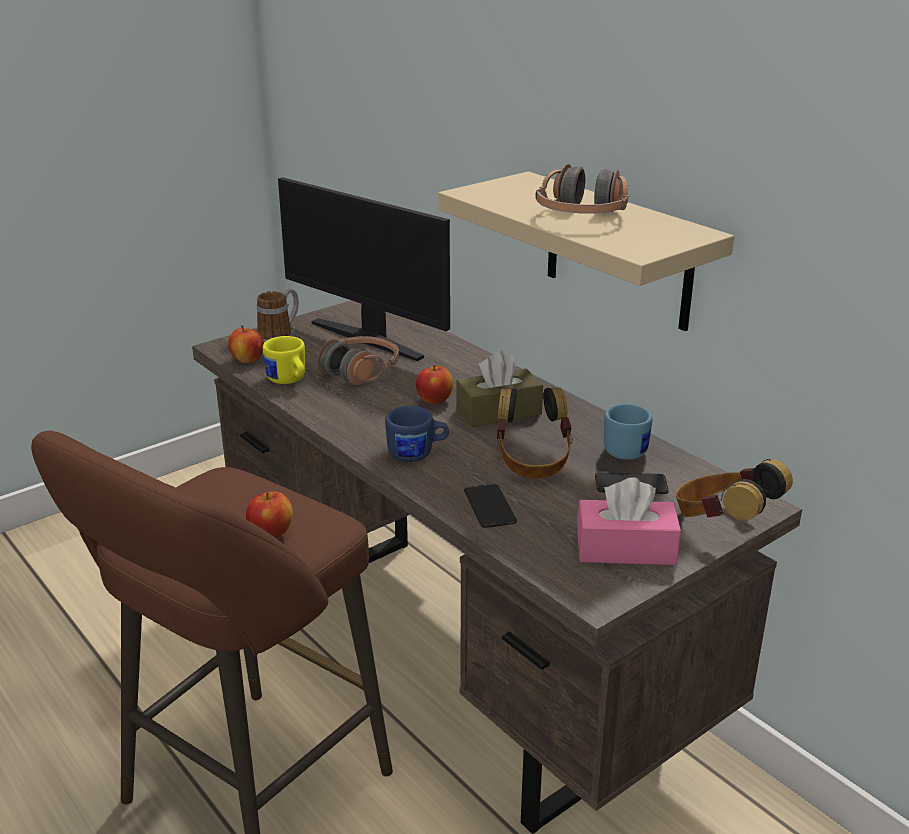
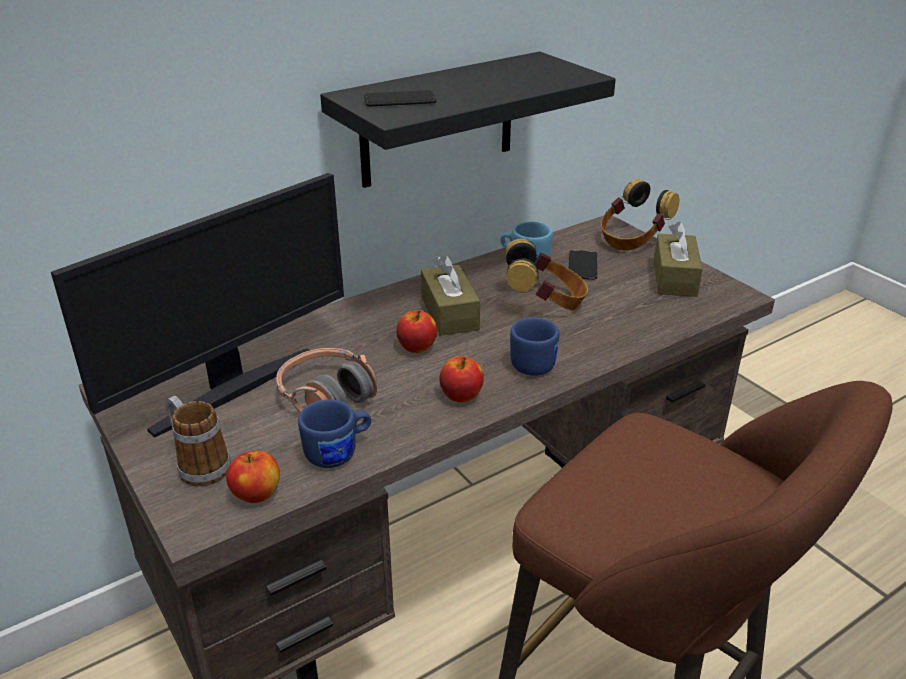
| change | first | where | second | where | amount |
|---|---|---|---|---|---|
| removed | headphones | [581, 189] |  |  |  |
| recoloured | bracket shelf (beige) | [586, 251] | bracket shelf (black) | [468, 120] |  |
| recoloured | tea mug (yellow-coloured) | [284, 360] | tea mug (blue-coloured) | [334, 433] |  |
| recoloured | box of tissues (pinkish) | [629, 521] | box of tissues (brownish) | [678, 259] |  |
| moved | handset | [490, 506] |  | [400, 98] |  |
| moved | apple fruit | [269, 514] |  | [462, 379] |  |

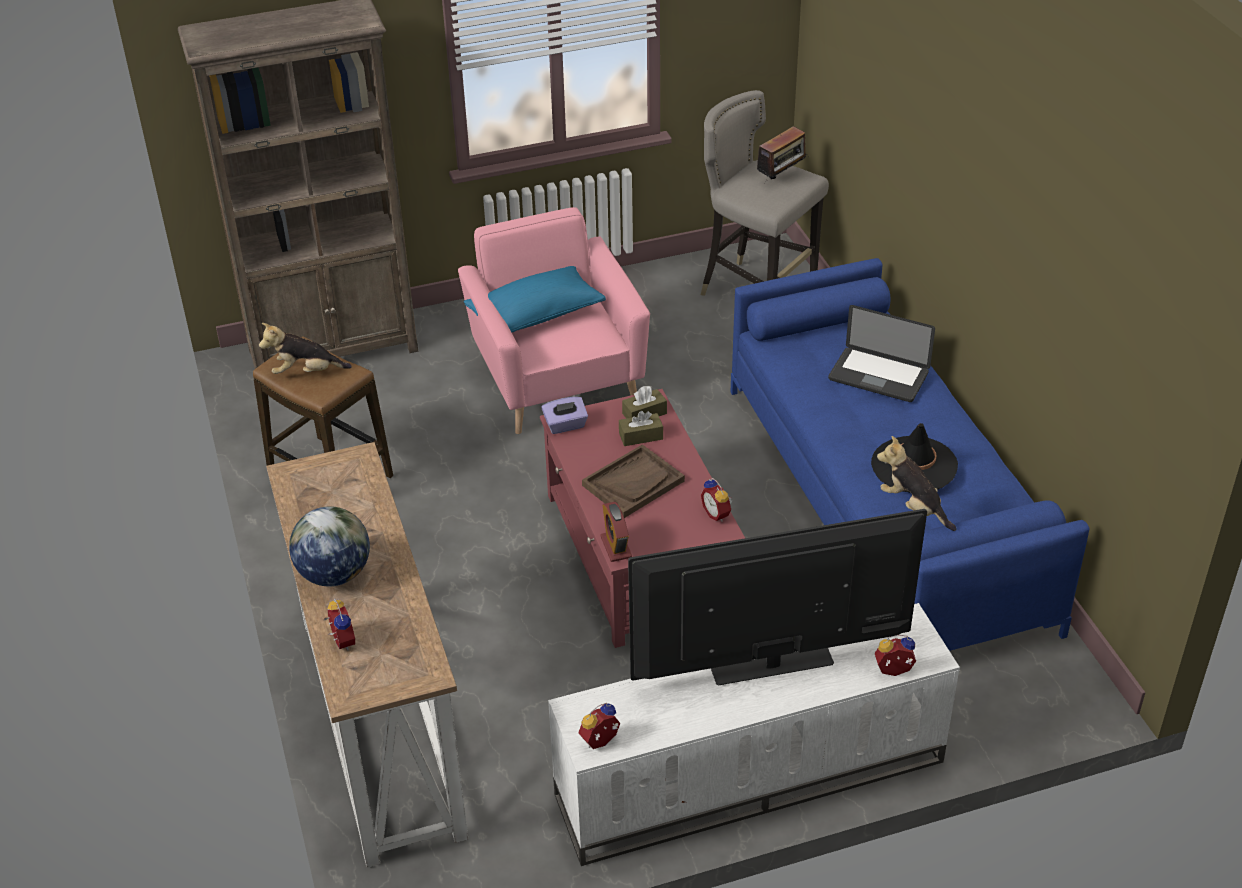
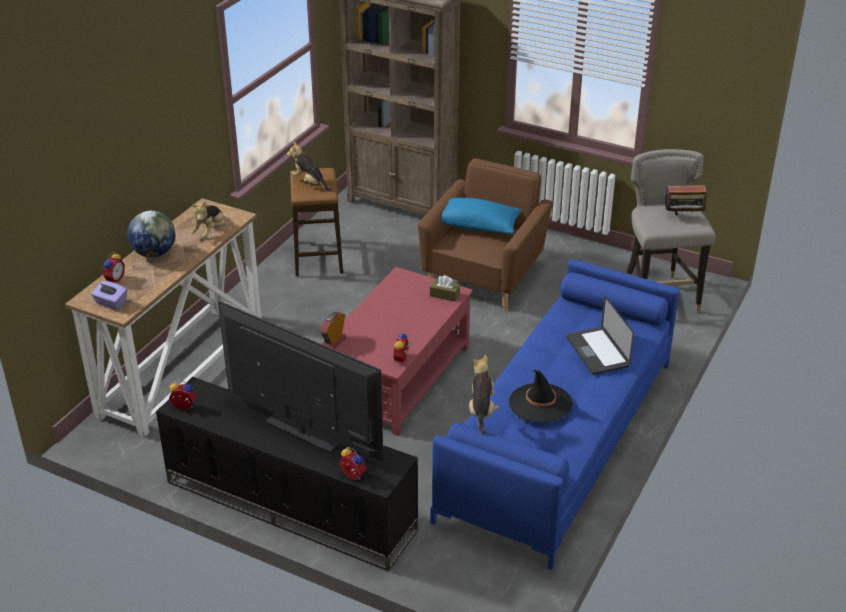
| change | first | where | second | where | amount |
|---|---|---|---|---|---|
| recoloured | armchair (pinkish) | [554, 320] | armchair (brownish) | [485, 235] |  |
| moved | box of tissues (purplish) | [564, 415] |  | [109, 295] |  |
| removed | box of tissues (brownish) | [641, 428] |  |  |  |
| removed | tray (brownish) | [633, 481] |  |  |  |
| recoloured | tv unit (white) | [754, 734] | tv unit (black) | [287, 474] |  |
| added |  |  | soft toy | [207, 219] |  |

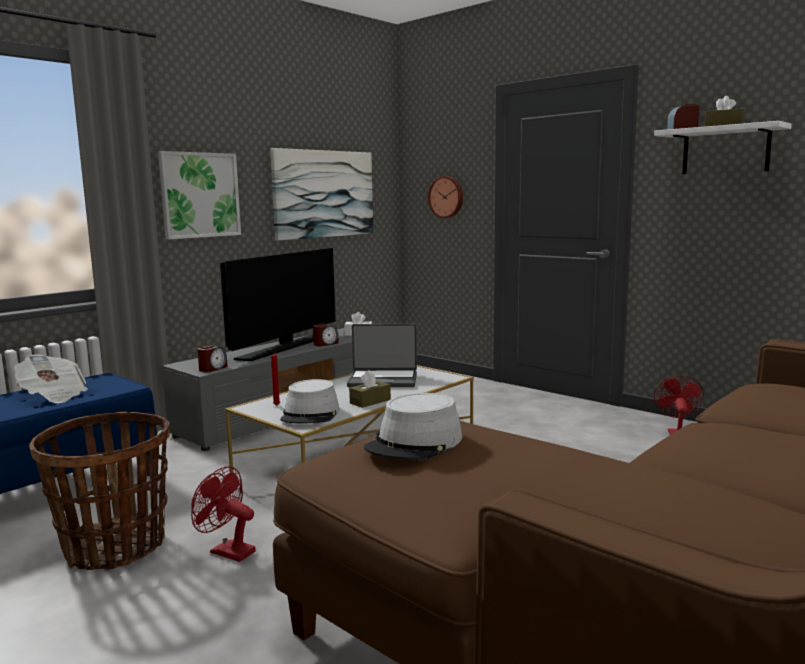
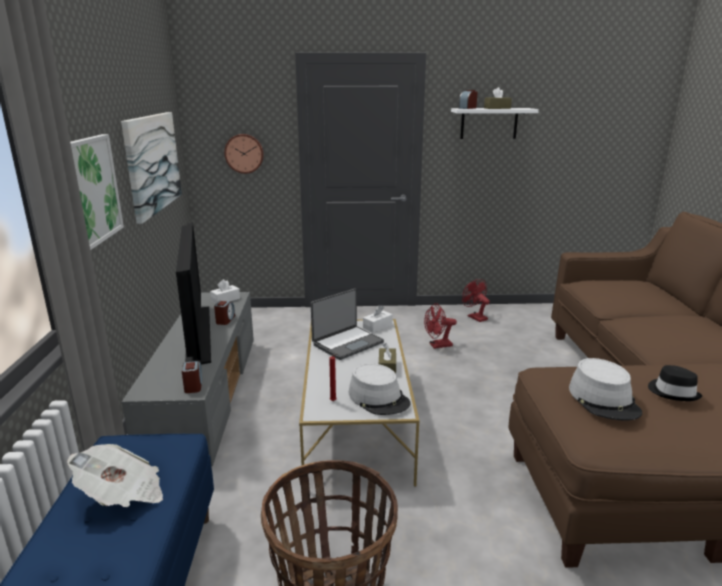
| change | first | where | second | where | amount |
|---|---|---|---|---|---|
| moved | electric fan (red) | [223, 514] |  | [440, 326] |  |
| added |  |  | box of tissues (white) | [378, 319] |  |
| added |  |  | clothing hat (black) | [675, 383] |  |

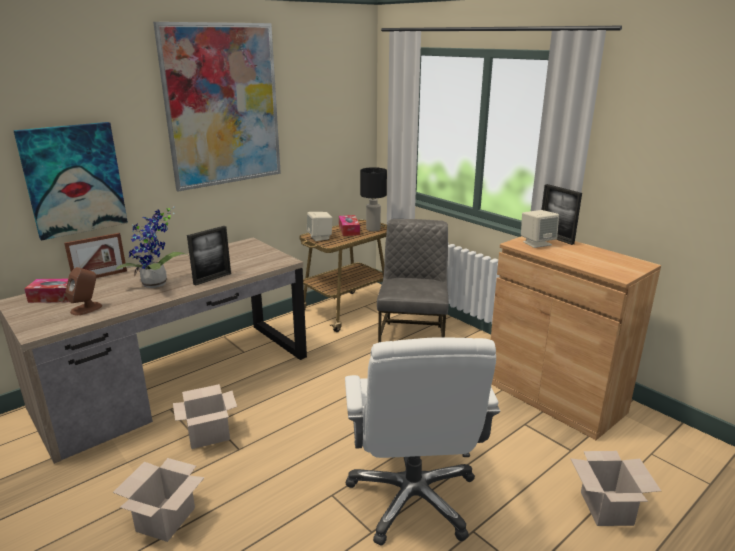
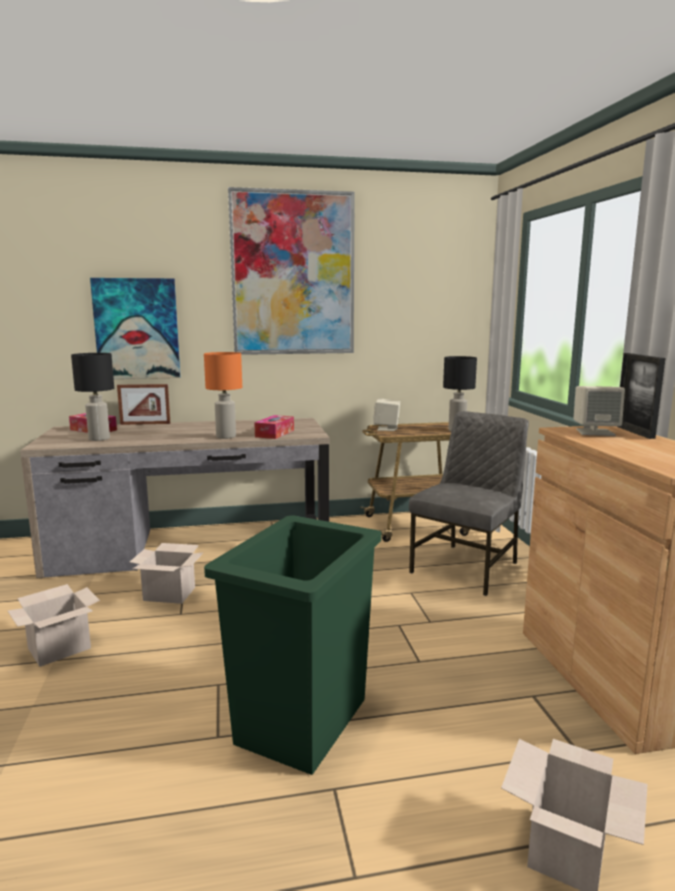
| change | first | where | second | where | amount |
|---|---|---|---|---|---|
| removed | plant in a pot | [151, 247] |  |  |  |
| moved | box of tissues | [349, 225] |  | [274, 427] |  |
| replaced | photo frame | [209, 256] | table lamp (orangey) | [223, 395] |  |
| replaced | audio speaker (brownish) | [83, 291] | table lamp (black) | [92, 397] |  |
| replaced | office chair (white) | [422, 441] | rubbish bin (green-coloured) | [292, 645] |  |

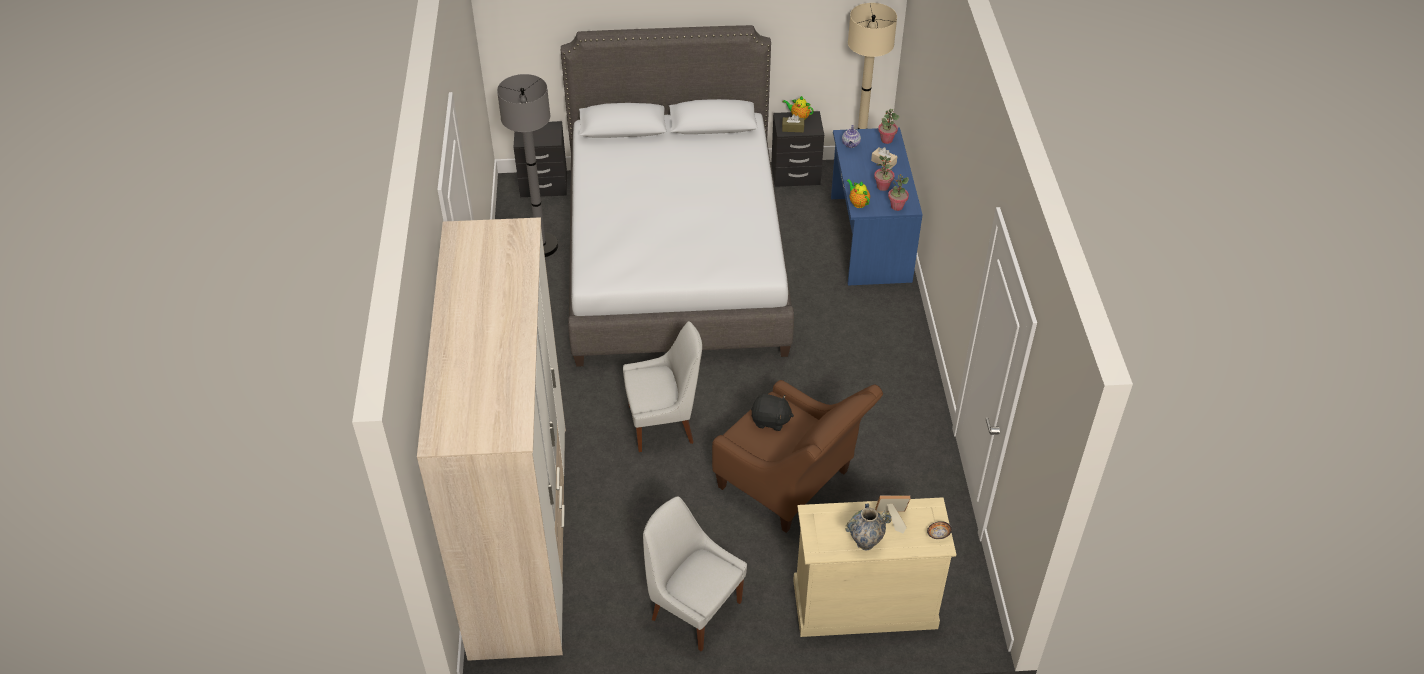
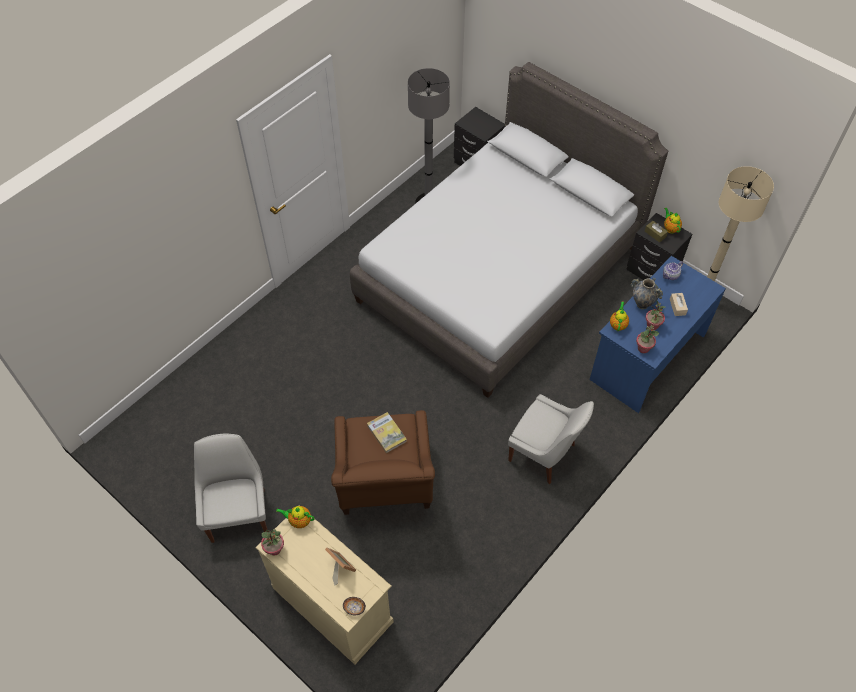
| change | first | where | second | where | amount |
|---|---|---|---|---|---|
| moved | plant in a pot | [888, 126] |  | [272, 542] |  |
| removed | clothes cupboard | [491, 439] |  |  |  |
| moved | upright chair (white) | [662, 386] |  | [551, 439] |  |
| replaced | soft toy (black) | [772, 412] | volume | [387, 432] |  |
| moved | vase | [868, 526] |  | [647, 293] |  |
| added |  |  | pot for tea | [295, 517] |  |

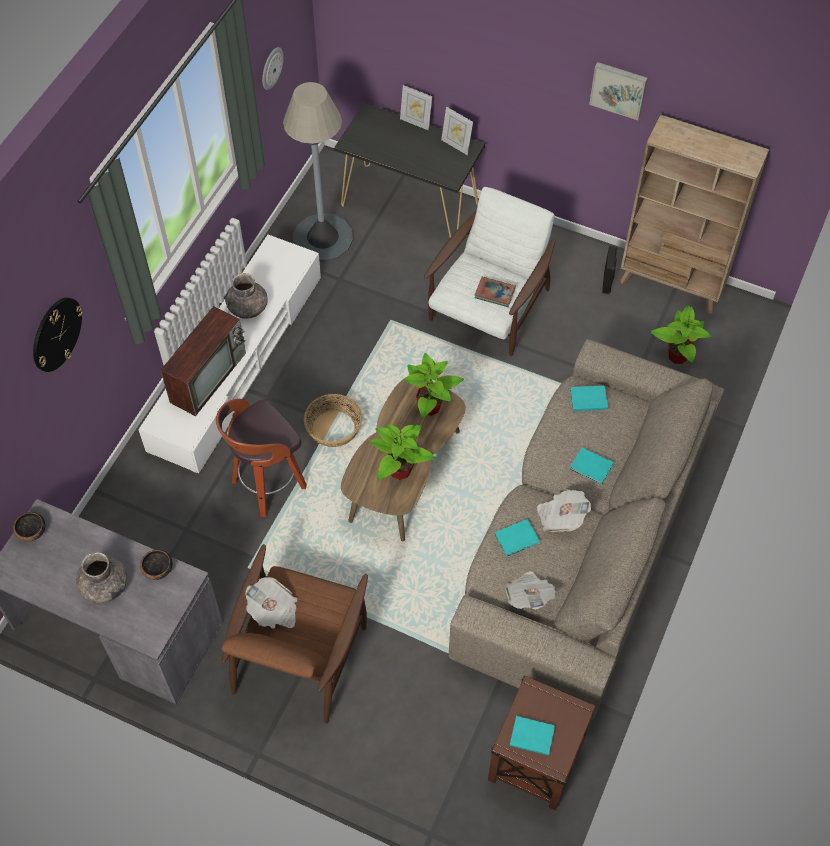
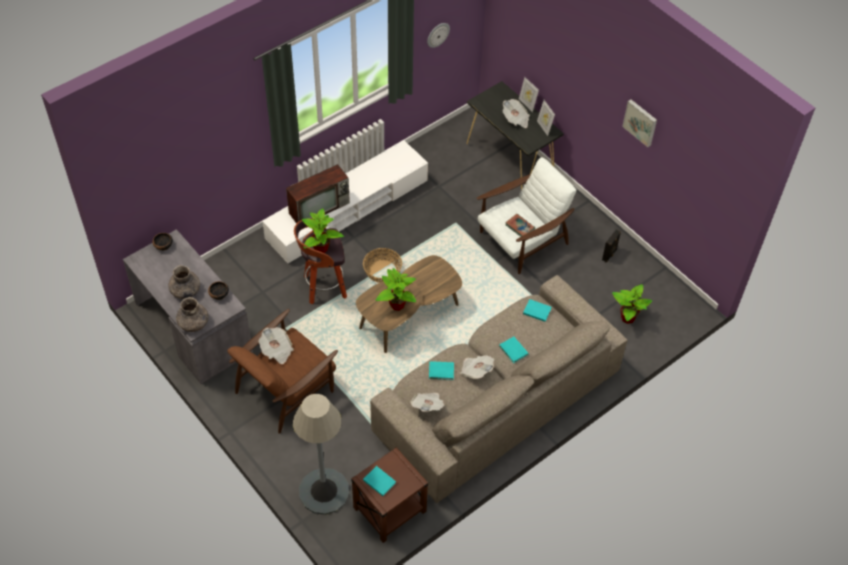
| change | first | where | second | where | amount |
|---|---|---|---|---|---|
| moved | standing lamp (greyish) | [318, 172] |  | [321, 454] |  |
| removed | bookshelf (beige) | [694, 214] |  |  |  |
| moved | vase (greyish) | [246, 296] |  | [192, 314] |  |
| removed | hanging clock | [58, 334] |  |  |  |
| moved | plant in a pot | [433, 385] |  | [323, 230] |  |
| added |  |  | daily paper | [516, 113] |  |

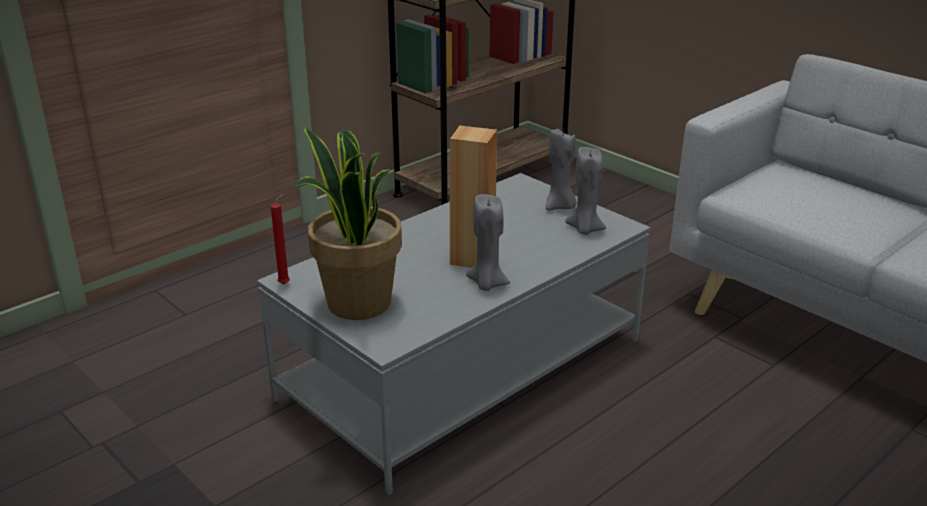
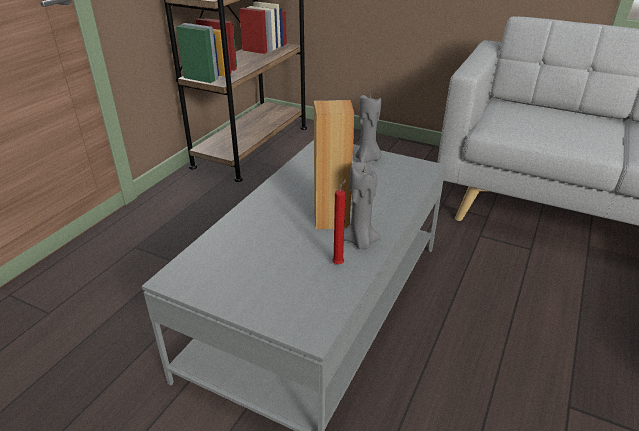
| change | first | where | second | where | amount |
|---|---|---|---|---|---|
| removed | plant in a pot | [347, 223] |  |  |  |
| removed | candle (greyish) | [585, 191] |  |  |  |
| moved | candle (red) | [280, 238] |  | [340, 221] |  |

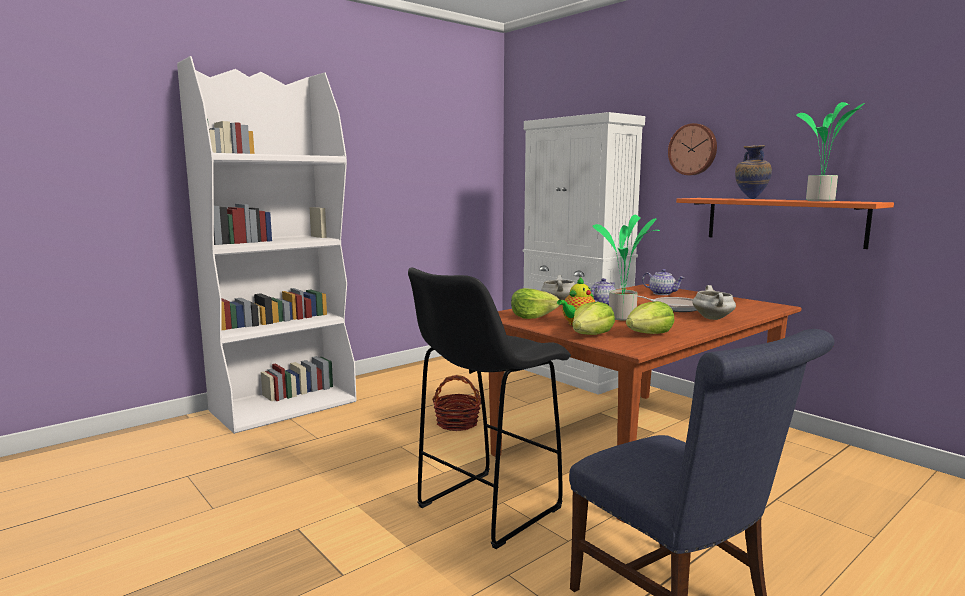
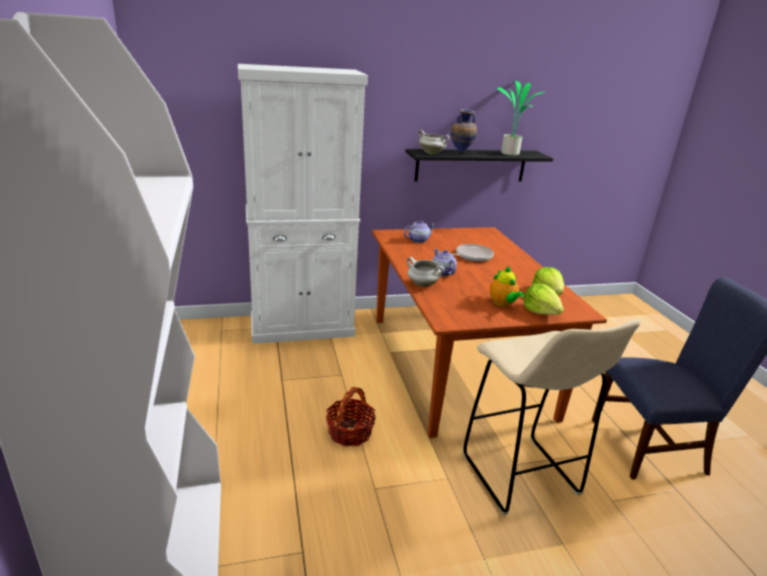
| change | first | where | second | where | amount |
|---|---|---|---|---|---|
| removed | hanging clock | [692, 149] |  |  |  |
| recoloured | bracket shelf (orangey) | [785, 223] | bracket shelf (black) | [479, 165] |  |
| removed | plant in a pot | [626, 268] |  |  |  |
| recoloured | stool (black) | [489, 408] | stool (beige) | [552, 417] |  |
| moved | saucepot (white) | [714, 302] |  | [433, 142] |  |
| removed | lettuce | [535, 303] |  |  |  |

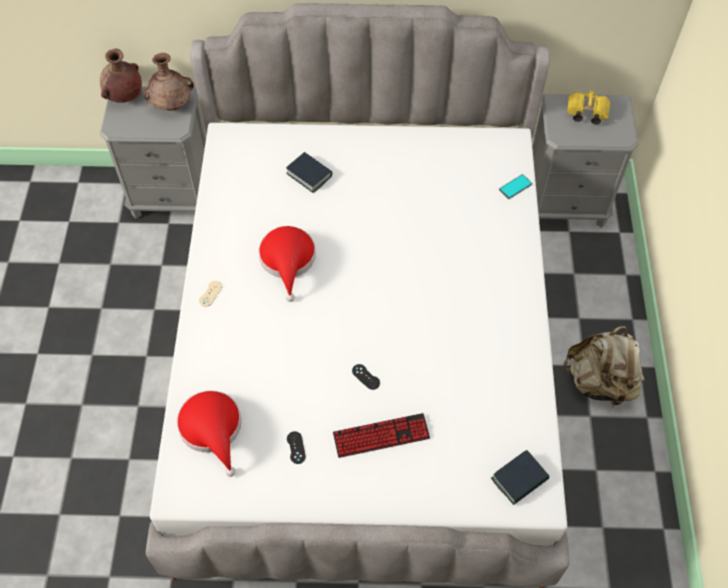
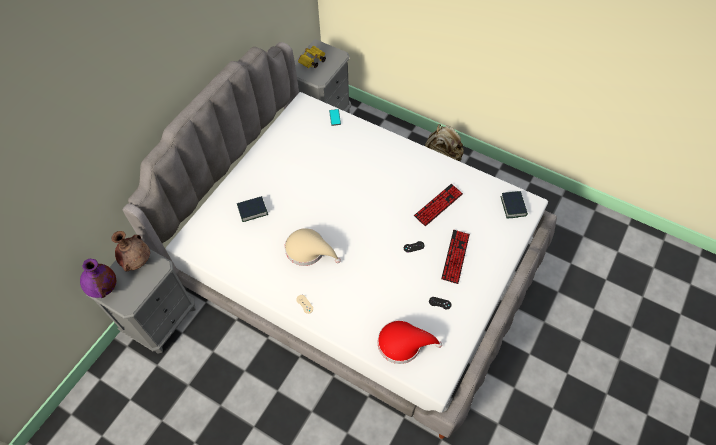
| change | first | where | second | where | amount |
|---|---|---|---|---|---|
| recoloured | vase (brownish) | [121, 76] | vase (purplish) | [98, 278] |  |
| recoloured | clothing hat (red) | [287, 264] | clothing hat (beige) | [313, 247] |  |
| added |  |  | computer keyboard | [438, 205] |  |

